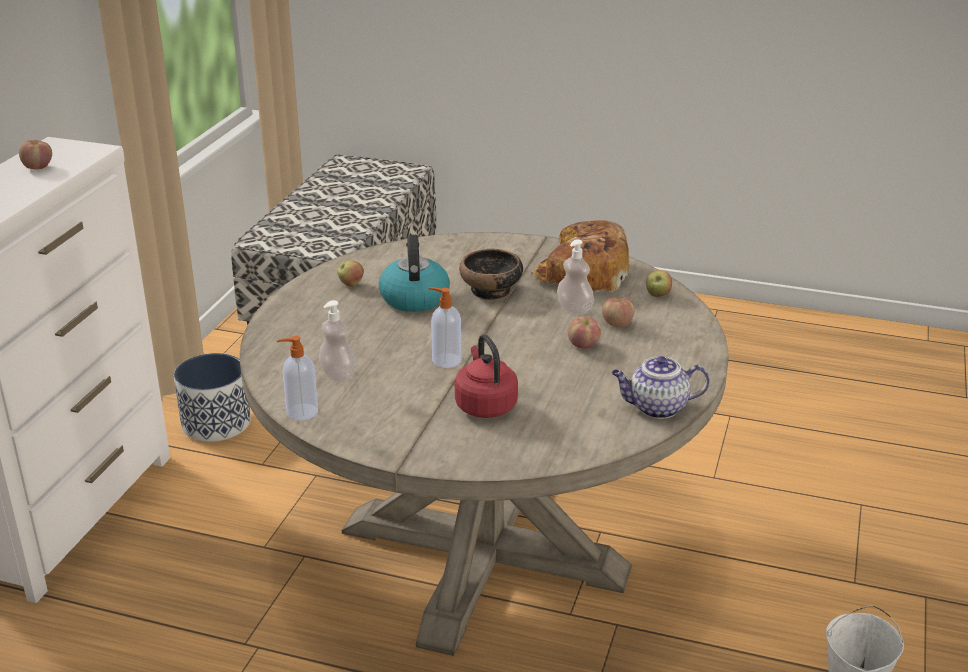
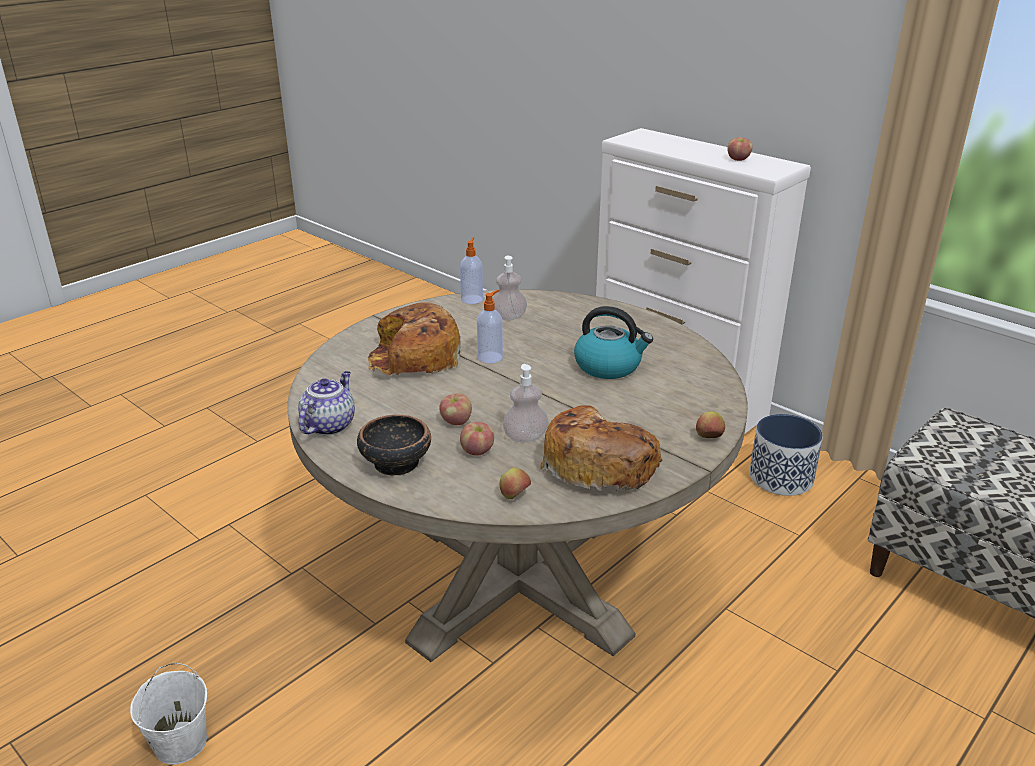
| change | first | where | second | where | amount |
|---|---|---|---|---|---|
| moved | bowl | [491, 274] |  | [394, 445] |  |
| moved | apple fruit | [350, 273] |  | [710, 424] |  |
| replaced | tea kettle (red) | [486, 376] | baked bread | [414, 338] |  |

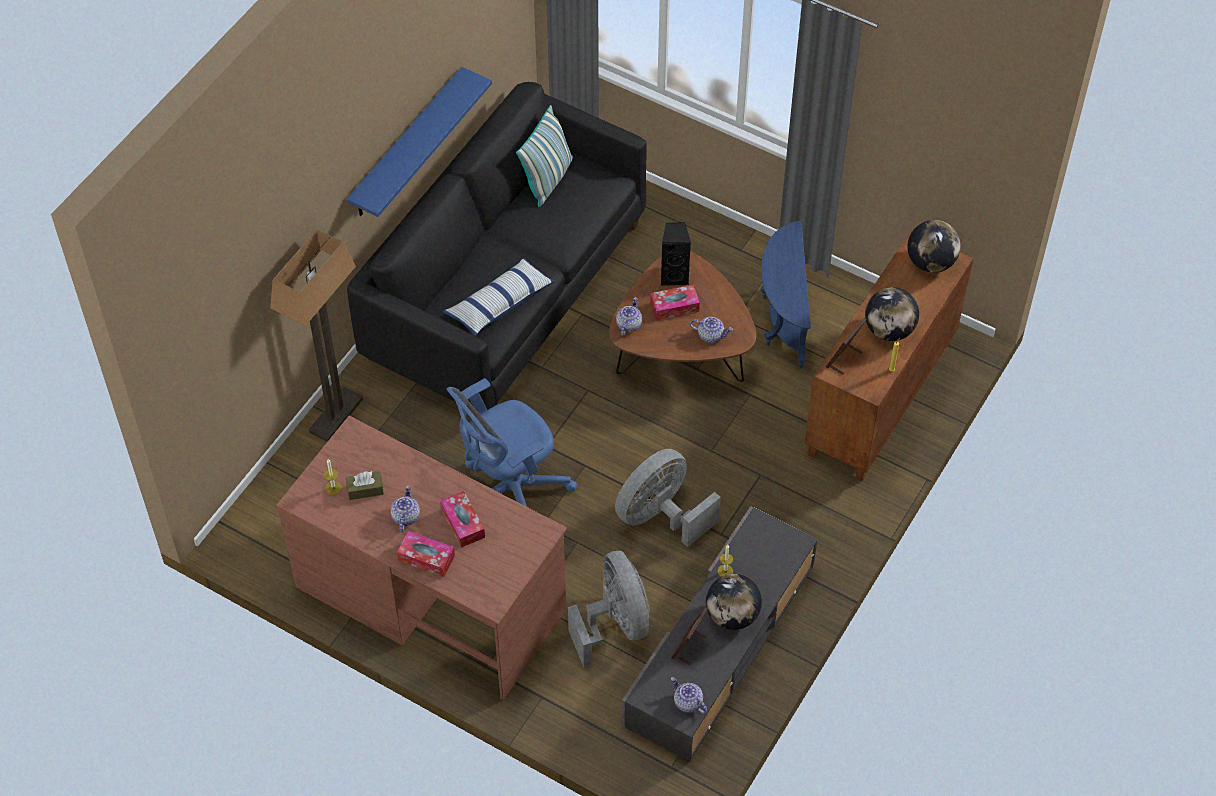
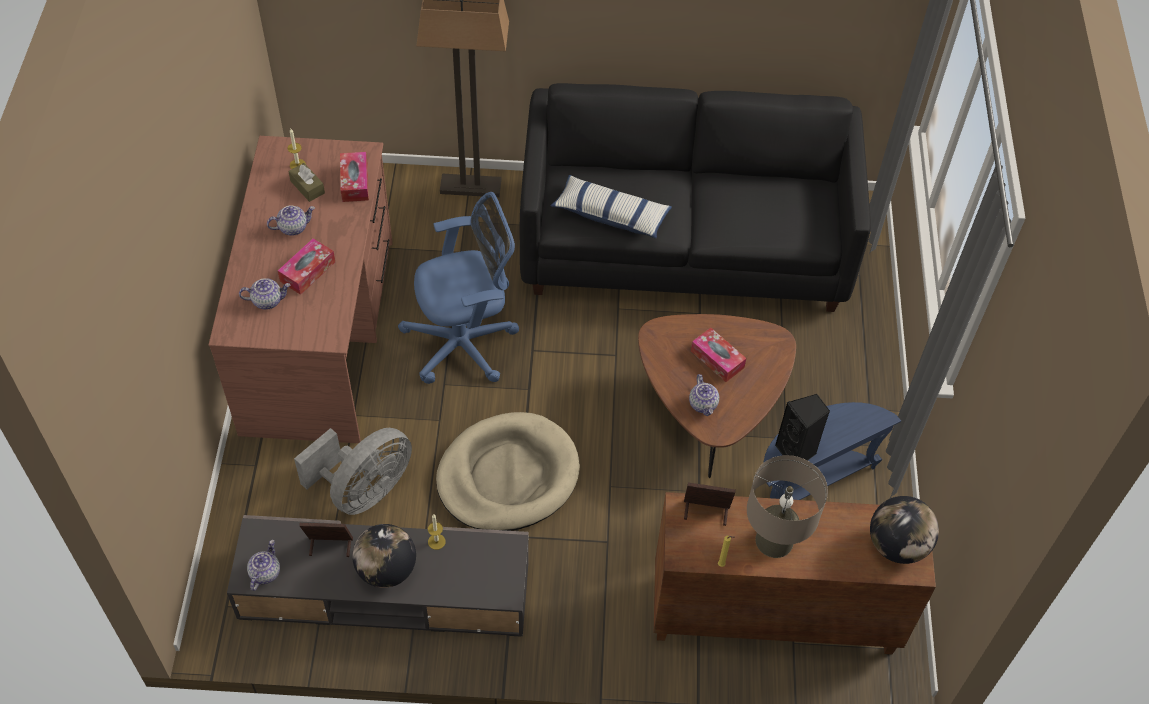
| change | first | where | second | where | amount |
|---|---|---|---|---|---|
| removed | bracket shelf (blue-coloured) | [419, 142] |  |  |  |
| removed | throw pillow | [544, 156] |  |  |  |
| moved | audio speaker (black) | [676, 254] |  | [802, 427] |  |
| replaced | desk globe | [892, 314] | table lamp (beige) | [787, 506] |  |
| moved | pot for tea | [629, 316] |  | [265, 294] |  |
| turned | office chair (blue-coloured) | [512, 442] |  | [458, 288] | 135 degrees clockwise |
| replaced | electric fan (greyish) | [668, 498] | pet bed (beige) | [508, 471] |  |
| moved | box of tissues | [426, 554] |  | [354, 177] |  |

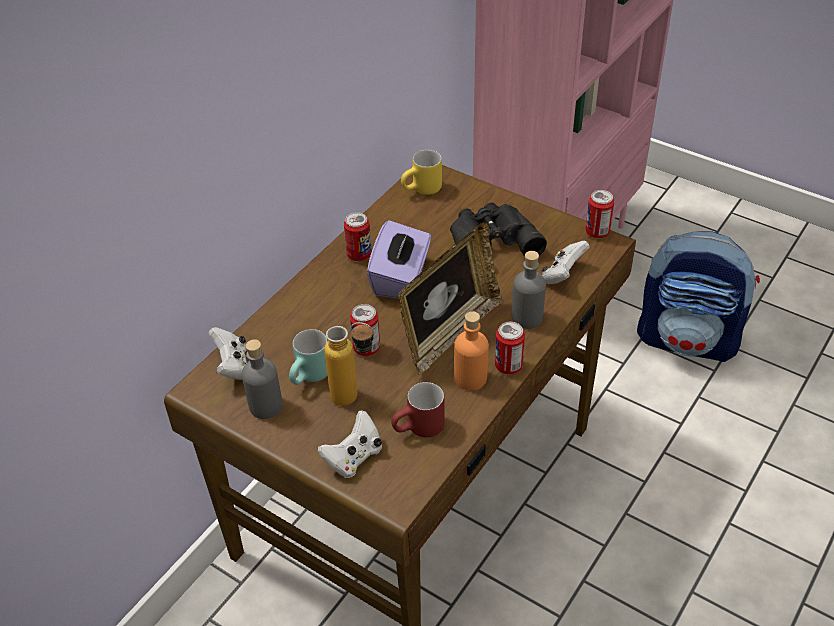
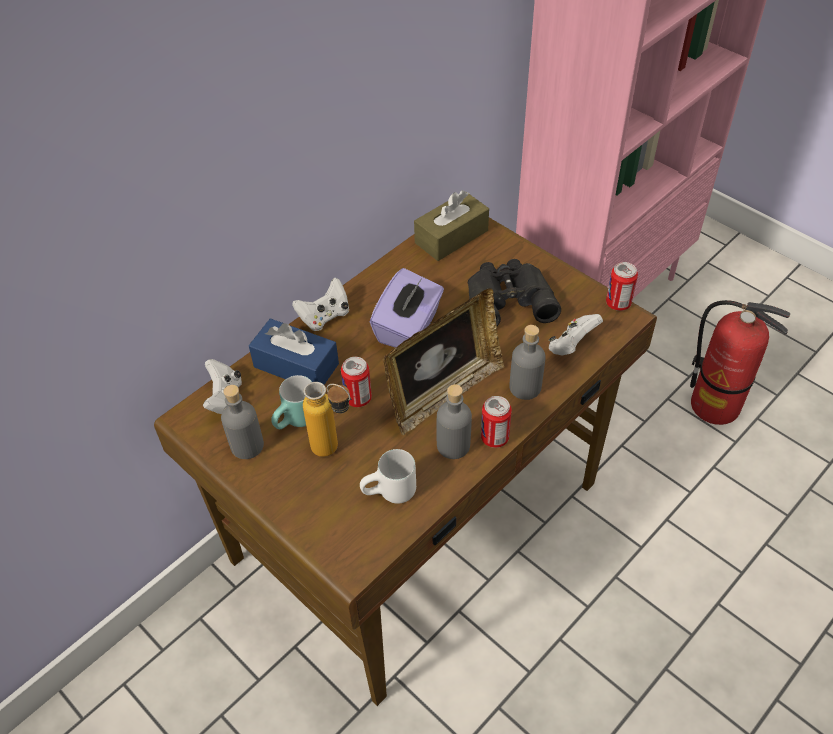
| change | first | where | second | where | amount |
|---|---|---|---|---|---|
| replaced | tea mug (yellow-coloured) | [421, 172] | box of tissues (brownish) | [451, 225] |  |
| removed | metal can | [358, 236] |  |  |  |
| replaced | backpack | [698, 296] | fire-fighting cylinder | [740, 362] |  |
| recoloured | bottle (orangey) | [471, 351] | bottle (greyish) | [454, 421] |  |
| recoloured | tea mug (red) | [418, 409] | tea mug (white) | [388, 476] |  |
| moved | joypad (white) | [349, 444] |  | [320, 304] |  |
| added |  |  | box of tissues (blue-coloured) | [294, 352] |  |

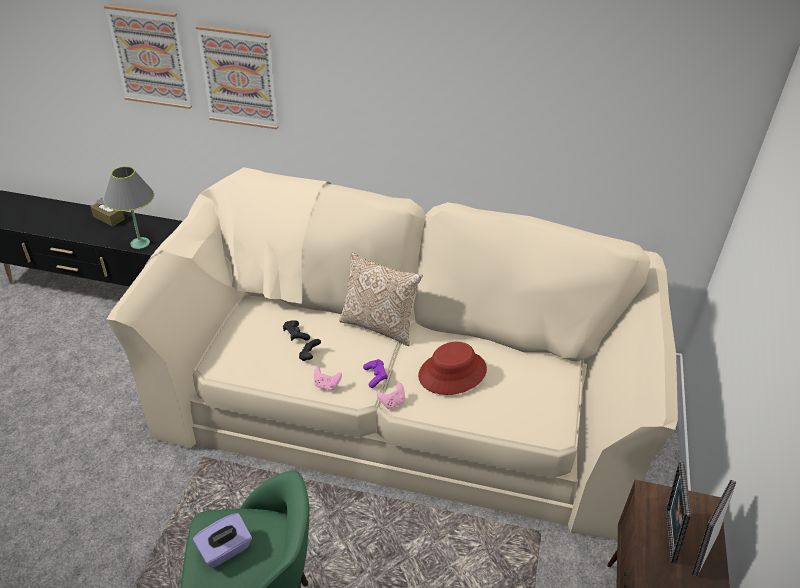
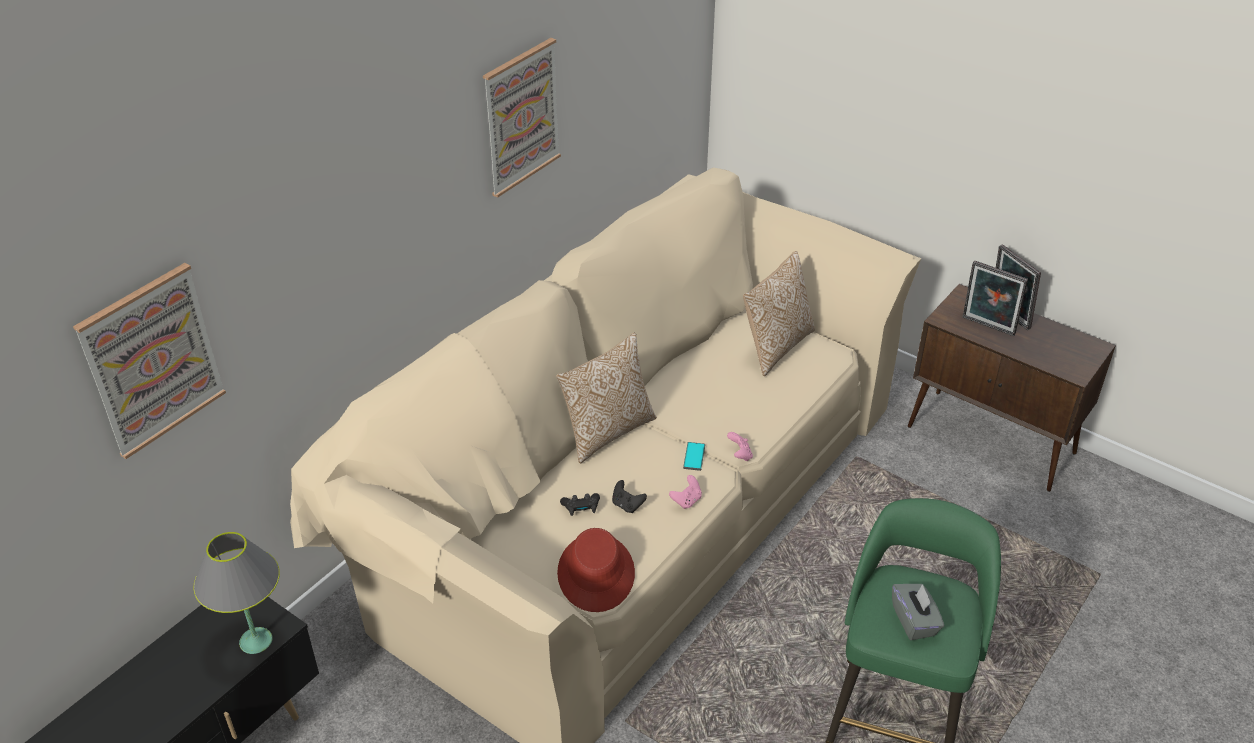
| change | first | where | second | where | amount |
|---|---|---|---|---|---|
| moved | picture | [237, 77] |  | [522, 118] |  |
| removed | box of tissues (brownish) | [108, 212] |  |  |  |
| moved | clothing hat (red) | [452, 368] |  | [596, 570] |  |
| replaced | joypad (purplish) | [375, 373] | handset | [694, 456] |  |
| recoloured | box of tissues (purplish) | [222, 540] | box of tissues (greyish) | [918, 612] |  |
| added |  |  | throw pillow | [779, 313] |  |

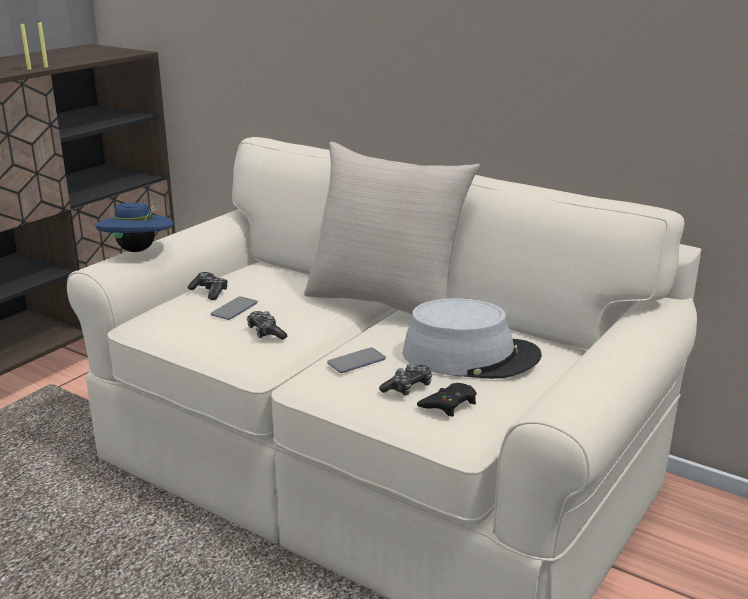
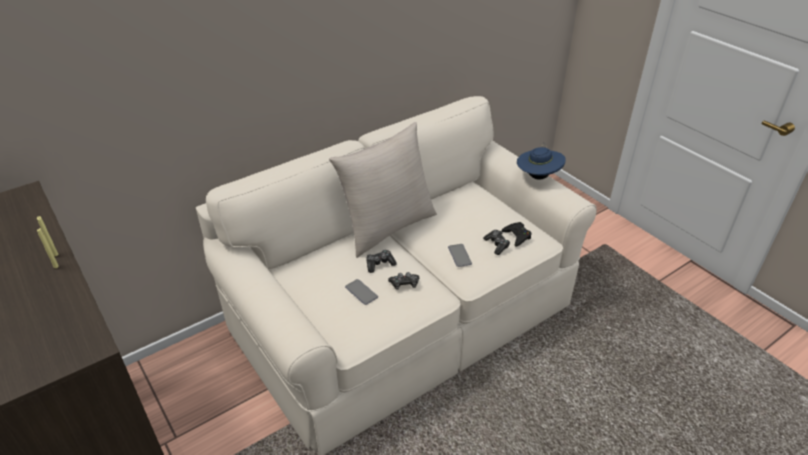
| change | first | where | second | where | amount |
|---|---|---|---|---|---|
| moved | clothing hat (blue-coloured) | [134, 227] |  | [541, 161] |  |
| moved | joypad | [207, 286] |  | [381, 261] |  |
| removed | clothing hat (greyish) | [472, 338] |  |  |  |

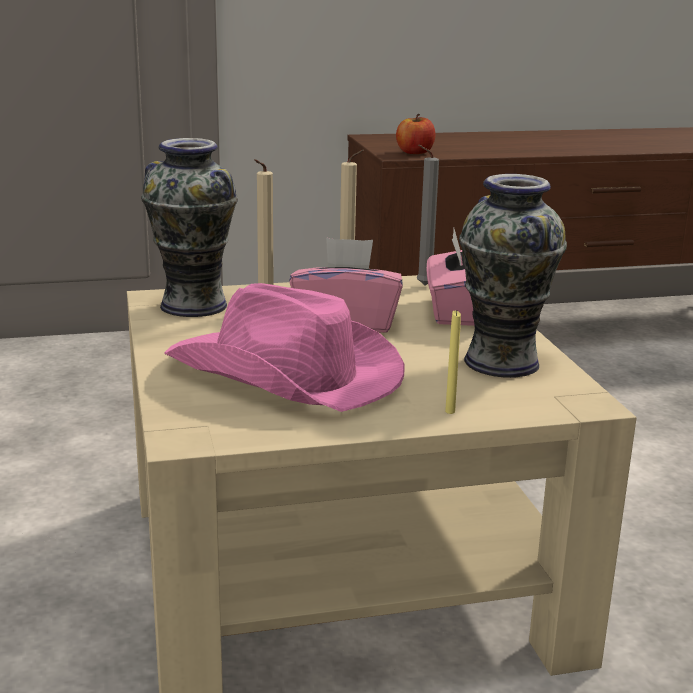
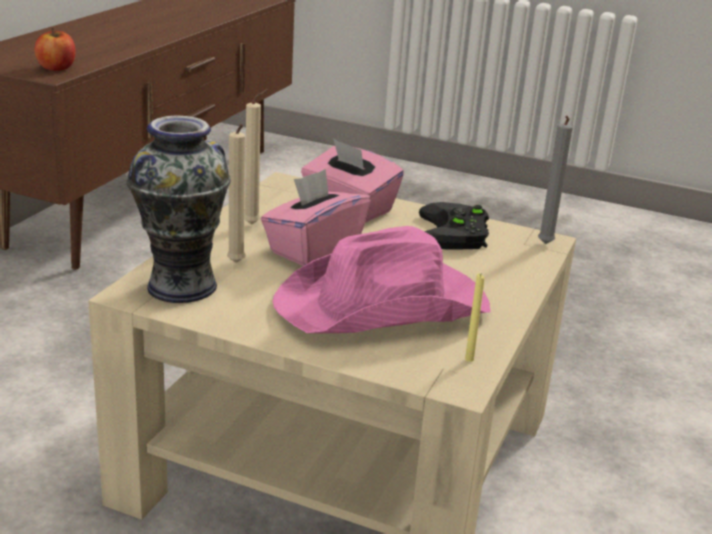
| change | first | where | second | where | amount |
|---|---|---|---|---|---|
| moved | candle (greyish) | [428, 215] |  | [555, 180] |  |
| replaced | vase | [513, 276] | joypad (black) | [454, 226] |  |
| moved | candle (yellow-coloured) | [453, 362] |  | [474, 317] |  |

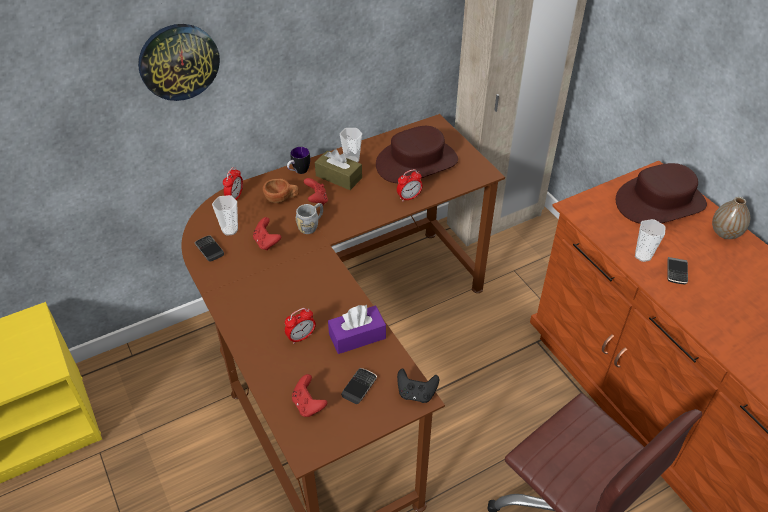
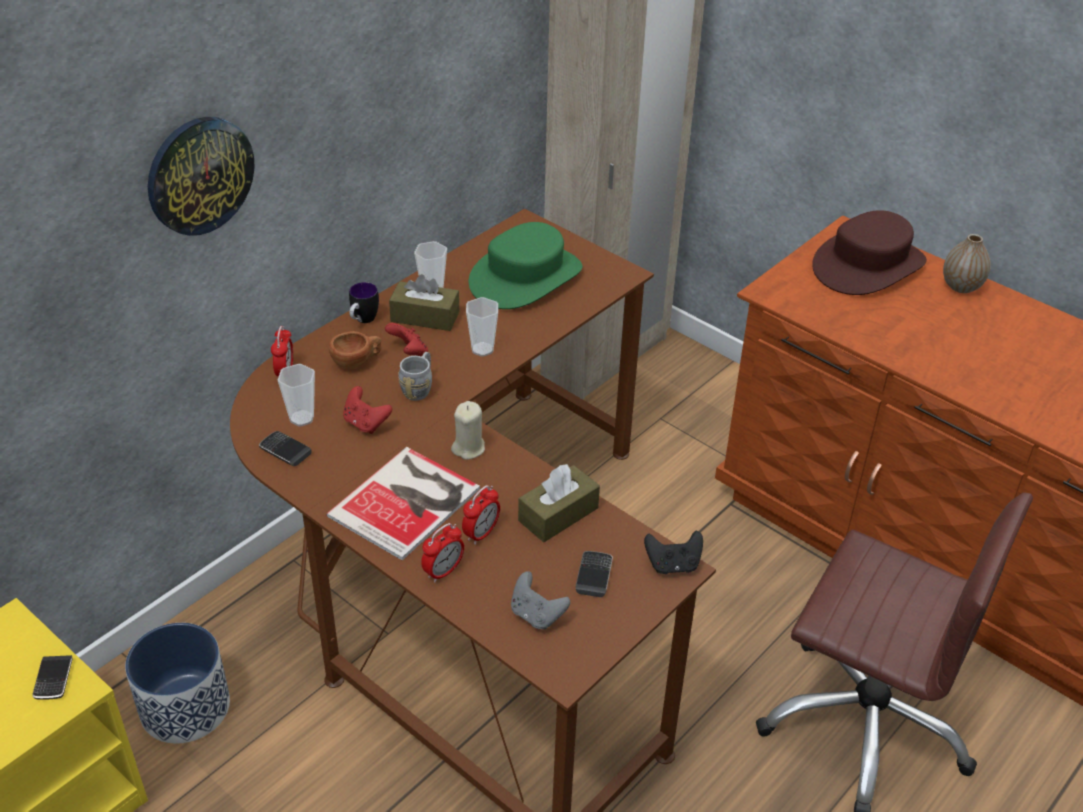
| change | first | where | second | where | amount |
|---|---|---|---|---|---|
| recoloured | clothing hat (brownish) | [417, 154] | clothing hat (green-coloured) | [525, 265] |  |
| moved | table clock | [410, 185] |  | [442, 553] |  |
| moved | drinking cup | [650, 240] |  | [482, 327] |  |
| moved | handset | [677, 270] |  | [52, 677] |  |
| recoloured | box of tissues (purplish) | [357, 329] | box of tissues (brownish) | [559, 503] |  |
| recoloured | joypad (red) | [309, 395] | joypad (greyish) | [540, 600] |  |
| added |  |  | candle (beige) | [468, 430] |  |
| added |  |  | volume | [403, 504] |  |
| added |  |  | plant pot | [177, 683] |  |

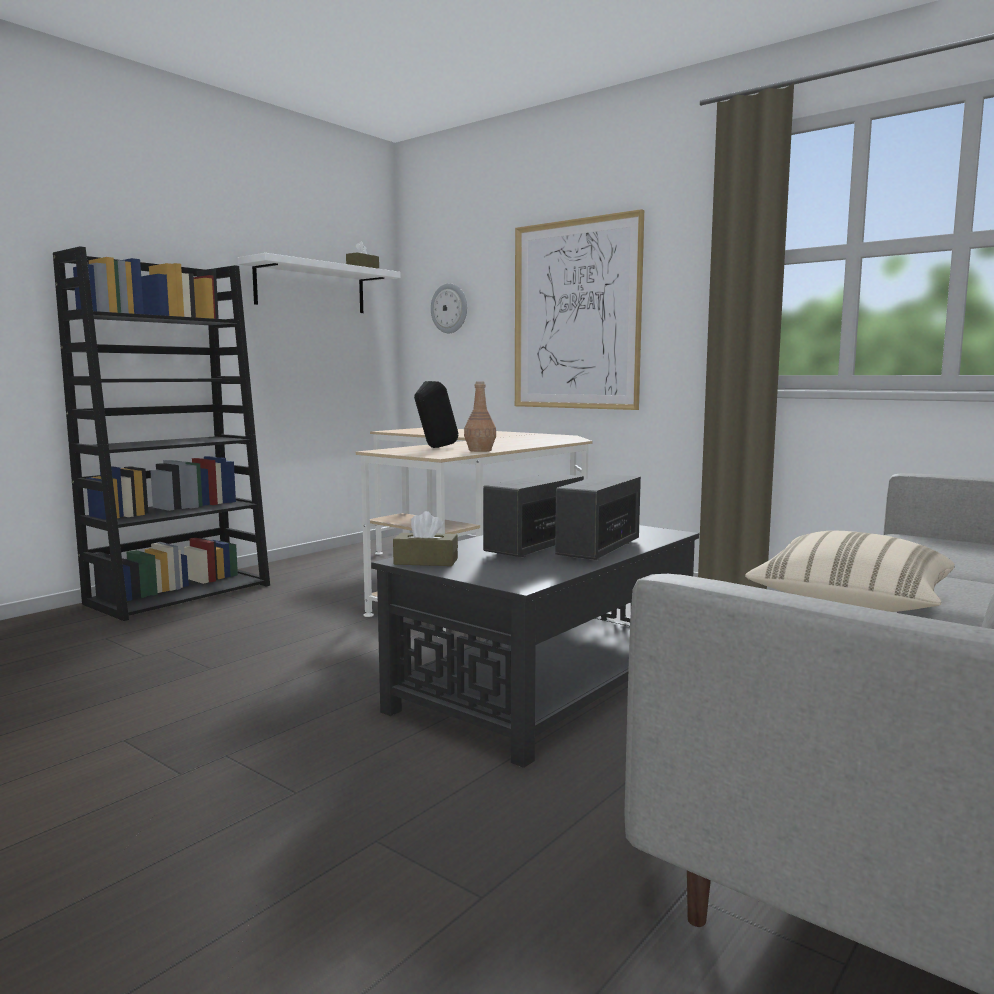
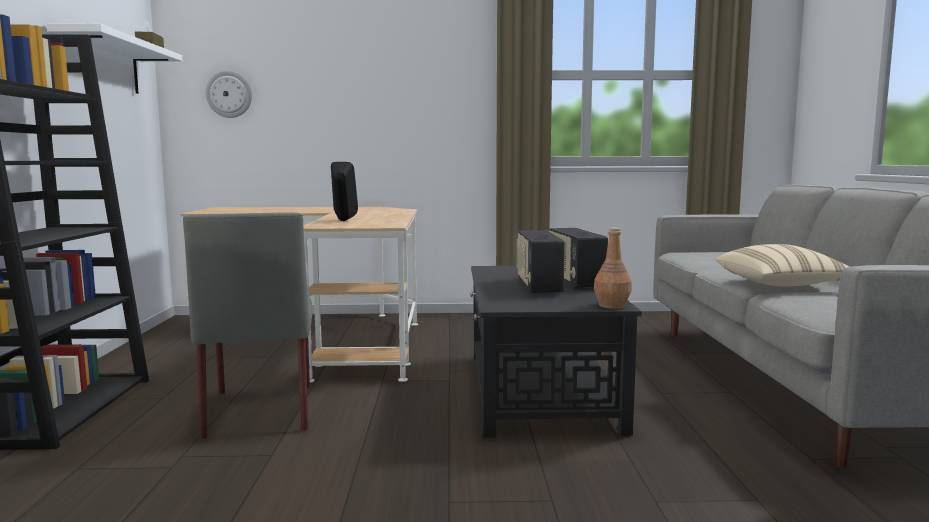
| change | first | where | second | where | amount |
|---|---|---|---|---|---|
| removed | picture | [579, 309] |  |  |  |
| moved | bottle (brownish) | [480, 416] |  | [613, 268] |  |
| removed | box of tissues (brownish) | [425, 538] |  |  |  |
| added |  |  | upright chair (greyish) | [247, 326] |  |

